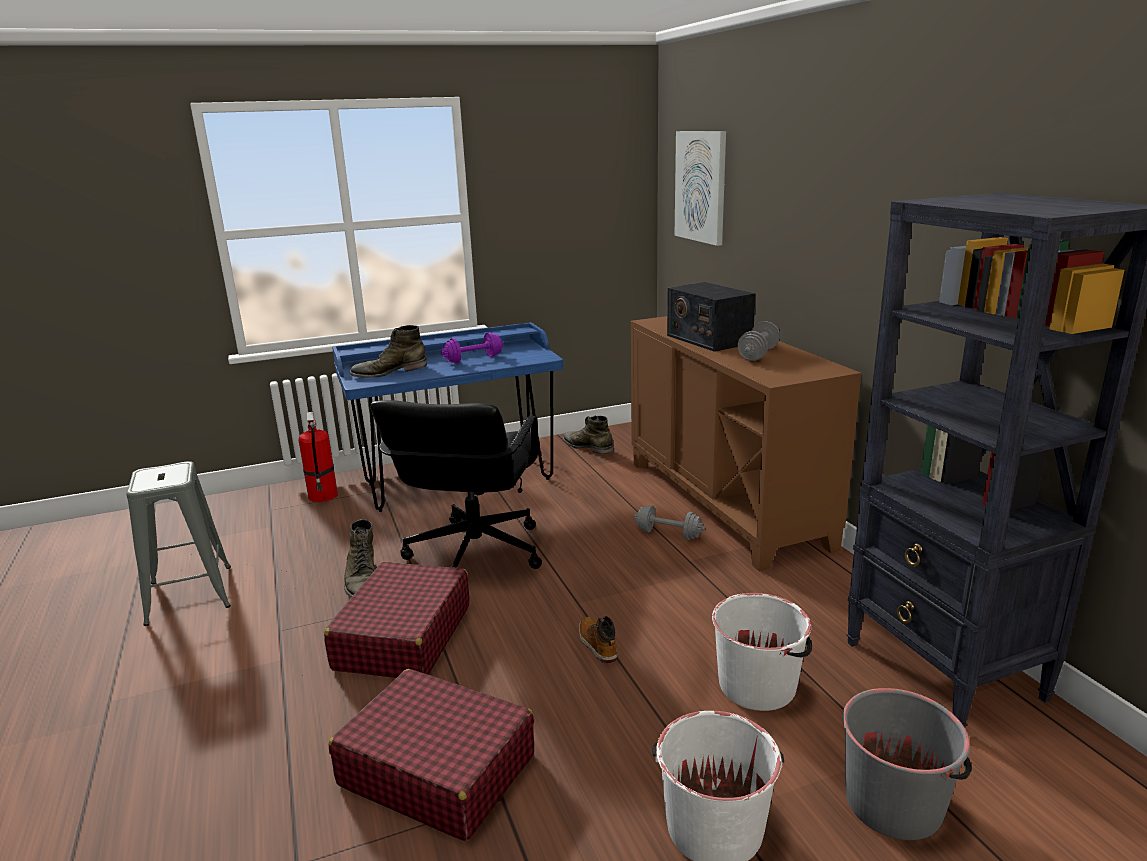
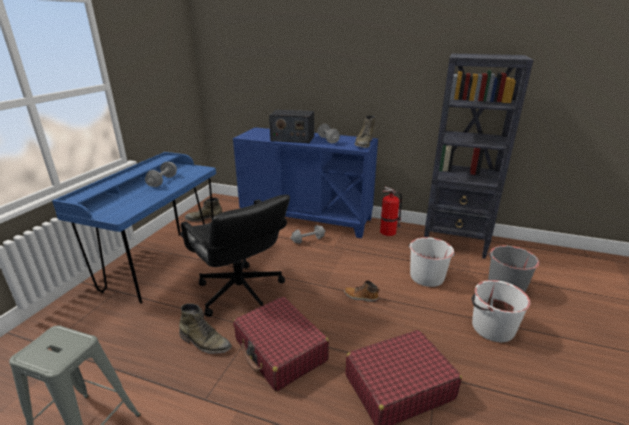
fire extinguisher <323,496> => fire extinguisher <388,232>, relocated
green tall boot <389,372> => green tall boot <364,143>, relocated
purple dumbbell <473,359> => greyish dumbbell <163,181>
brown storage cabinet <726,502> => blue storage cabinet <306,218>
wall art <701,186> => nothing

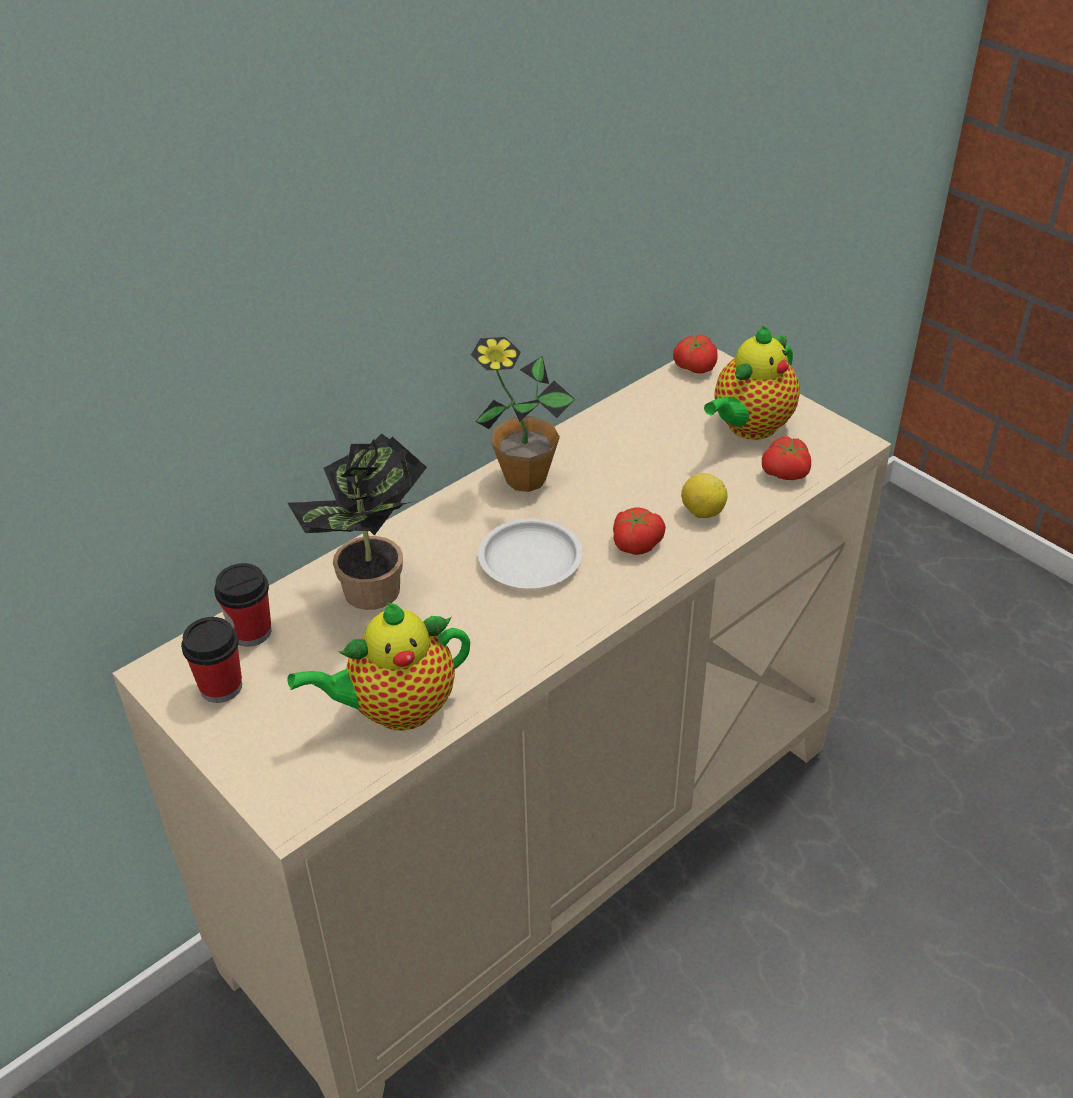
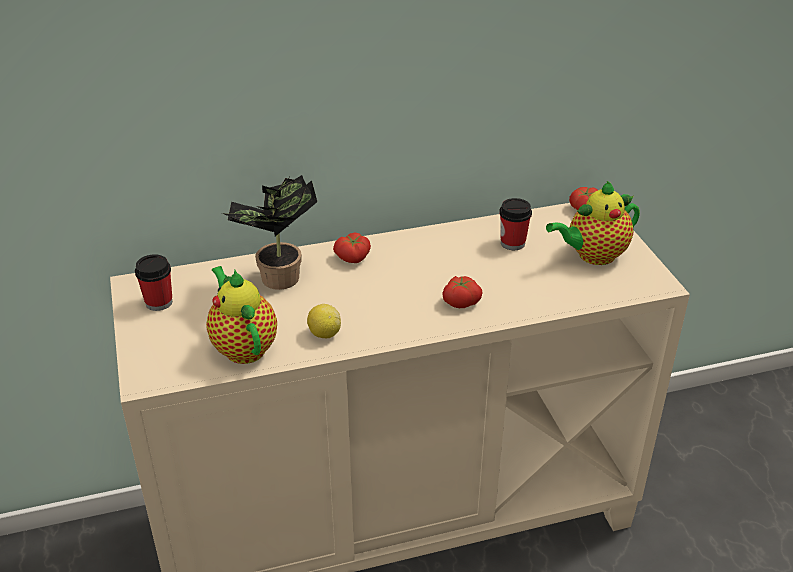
drinking cup <251,632> => drinking cup <512,243>, relocated
teapot <396,709> => teapot <243,346>, 60 degrees clockwise
plant in a pot <525,479> => nothing
whitish dinner plate <531,560> => nothing
citrus fruit <702,512> => citrus fruit <324,334>, relocated
whole tomato <786,473> => whole tomato <353,258>, relocated

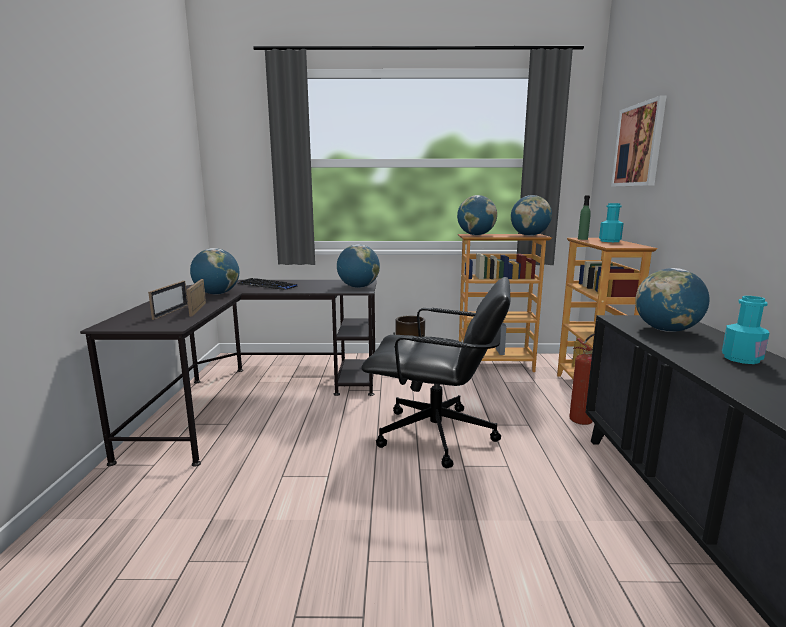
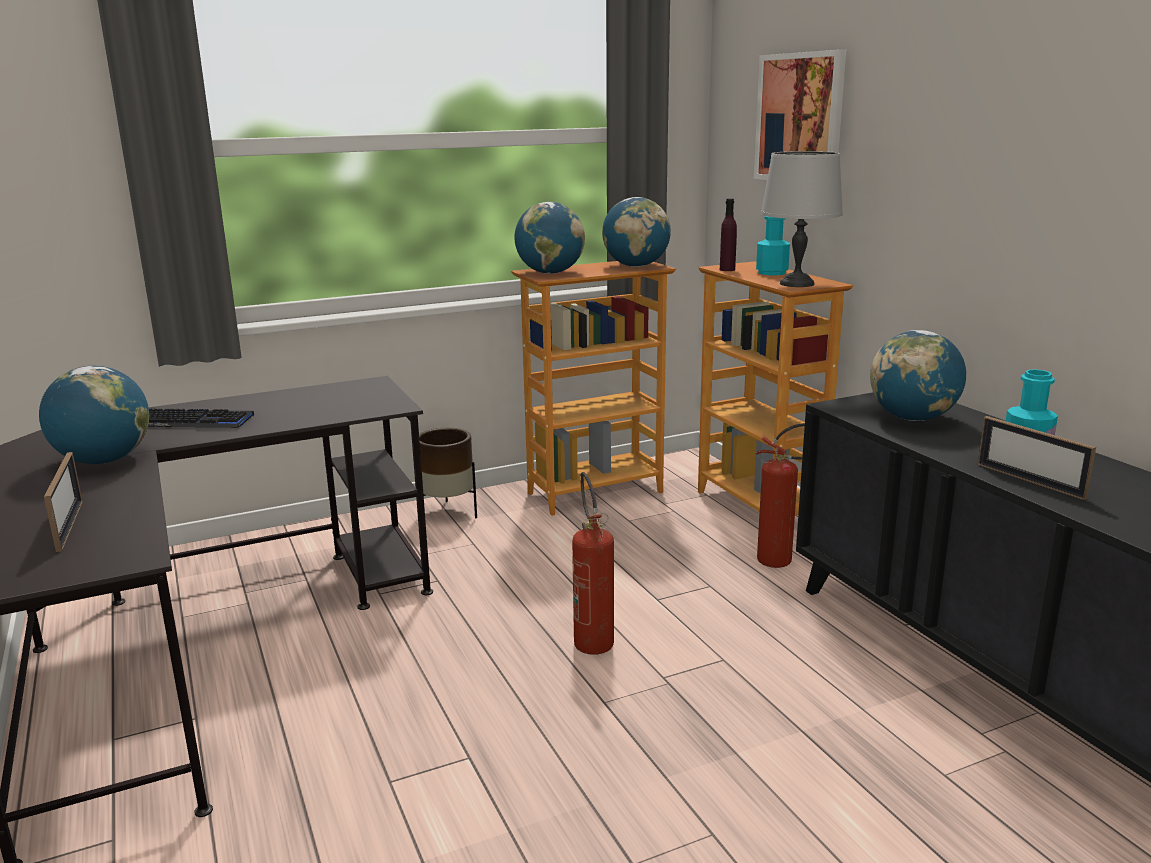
picture frame <198,309> => picture frame <1029,481>, relocated
globe <358,287> => nothing
blackish computer chair <437,435> => fire extinguisher <591,639>
green drink bottle <582,239> => purple drink bottle <727,269>
nothing => greyish table lamp <797,283>

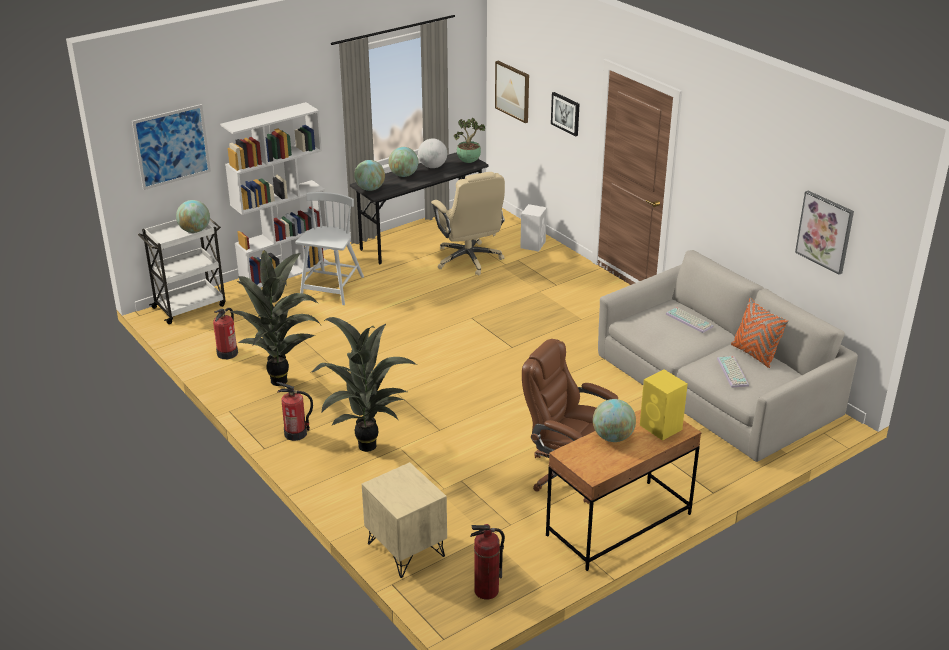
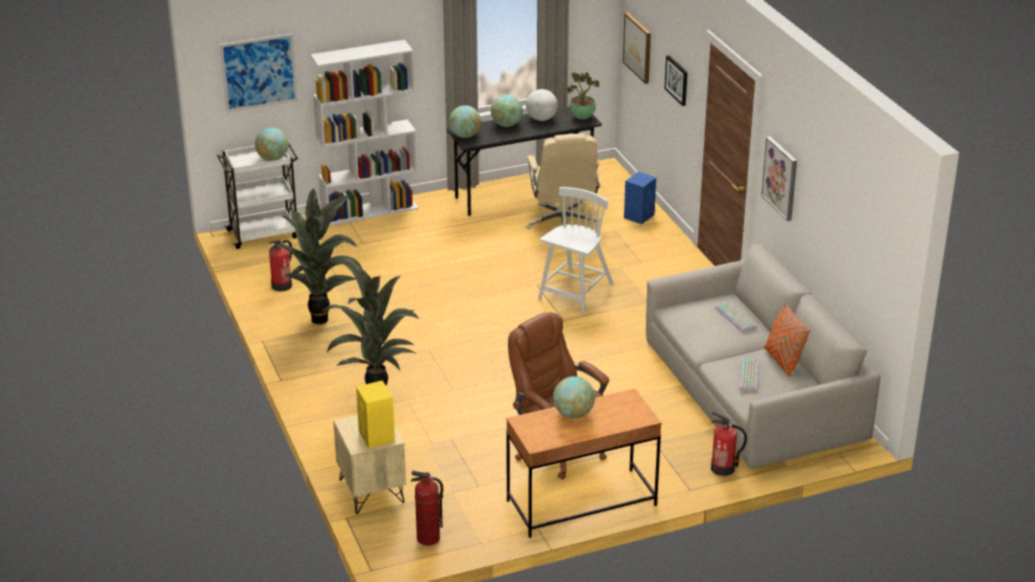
fire extinguisher <296,433> => fire extinguisher <723,468>, relocated
whitish upright chair <332,288> => whitish upright chair <575,293>, relocated
whitish audio speaker <533,244> => blue audio speaker <639,216>
yellow audio speaker <661,428> => yellow audio speaker <377,437>, relocated
wall art <825,231> => wall art <780,178>, relocated

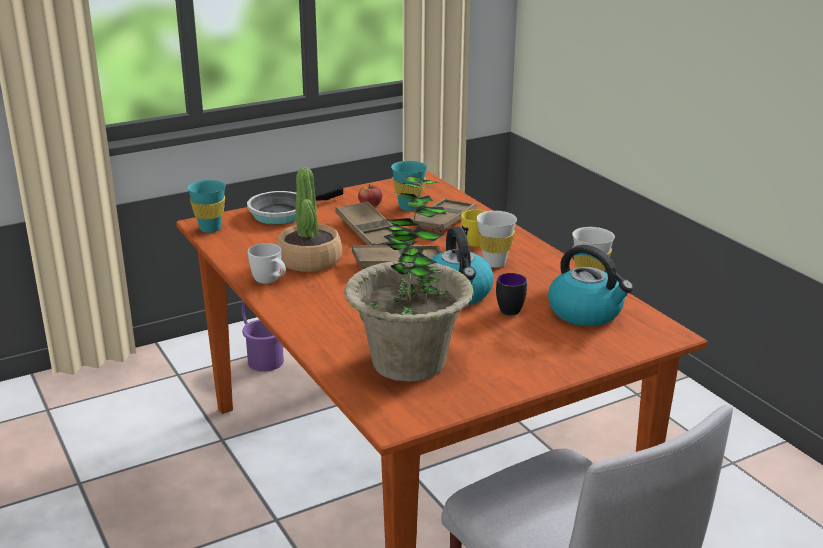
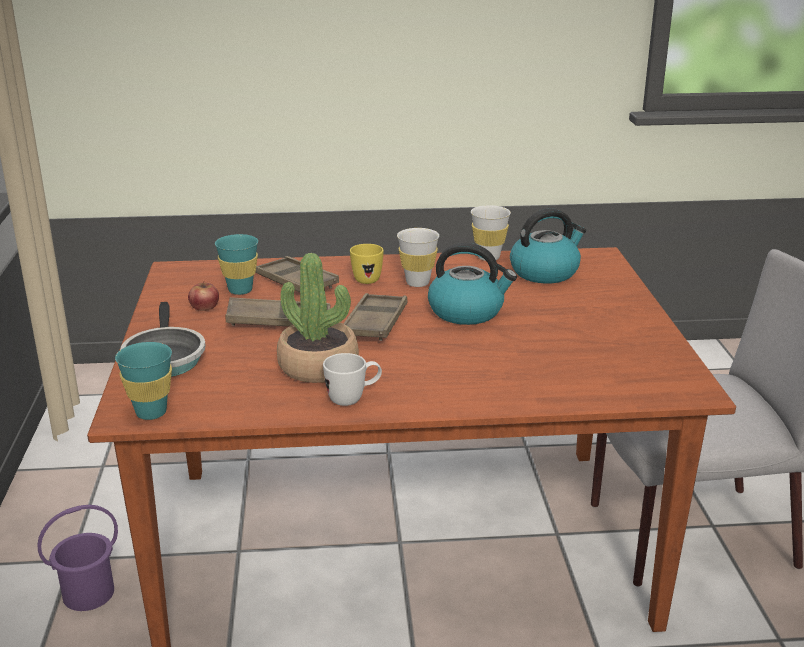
plant in a pot <409,362> => nothing
tea mug <512,308> => nothing

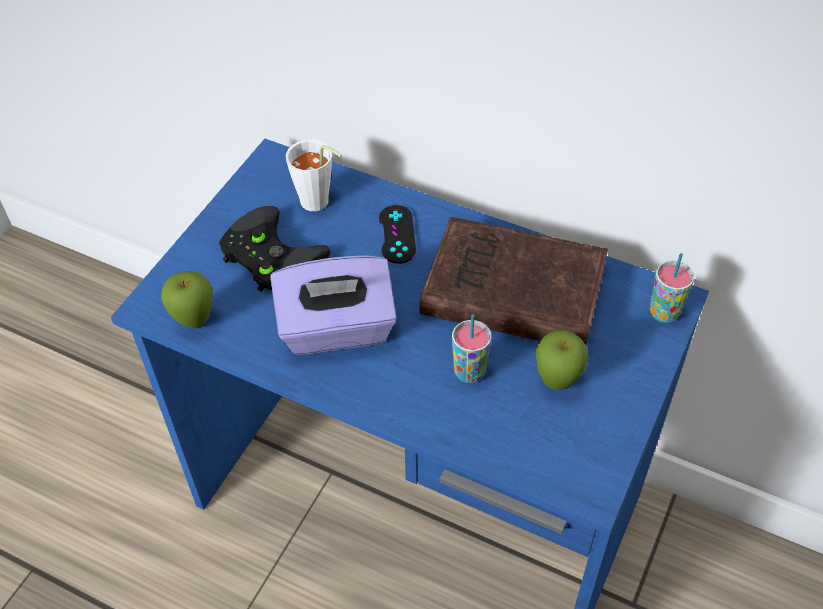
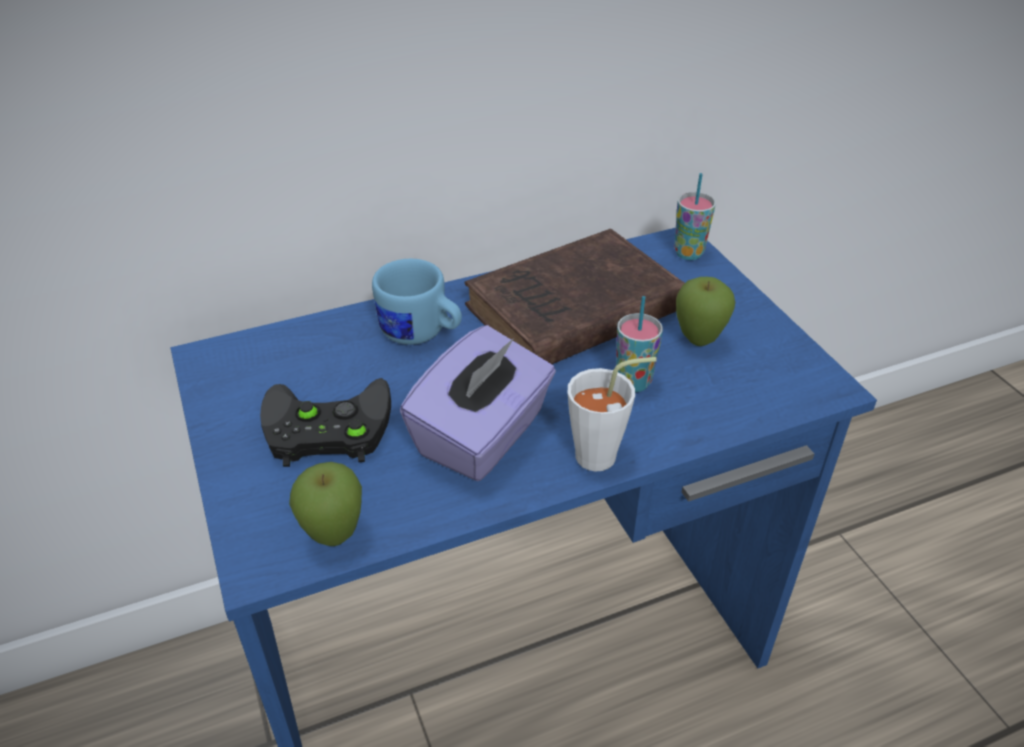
whitish drinking cup <319,204> => whitish drinking cup <605,455>, relocated
blackish gamepad <397,234> => blue tea mug <421,334>

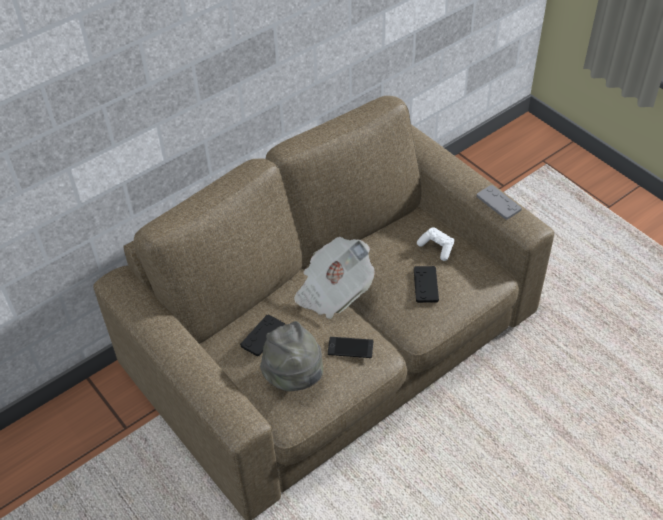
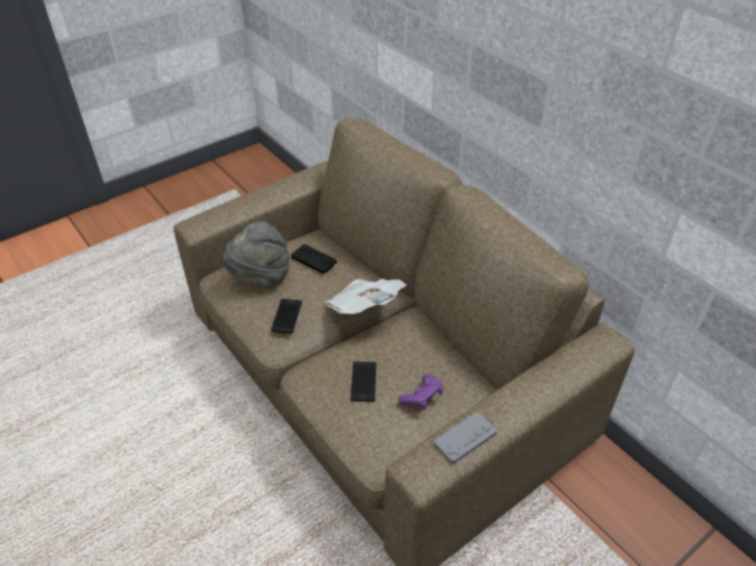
blackish gamepad <425,285> => phone <363,381>
whitish gamepad <437,247> => purple gamepad <422,397>

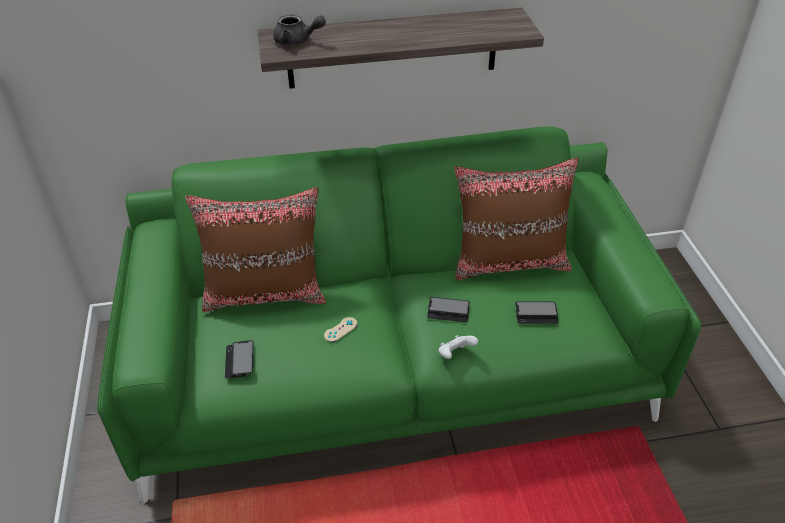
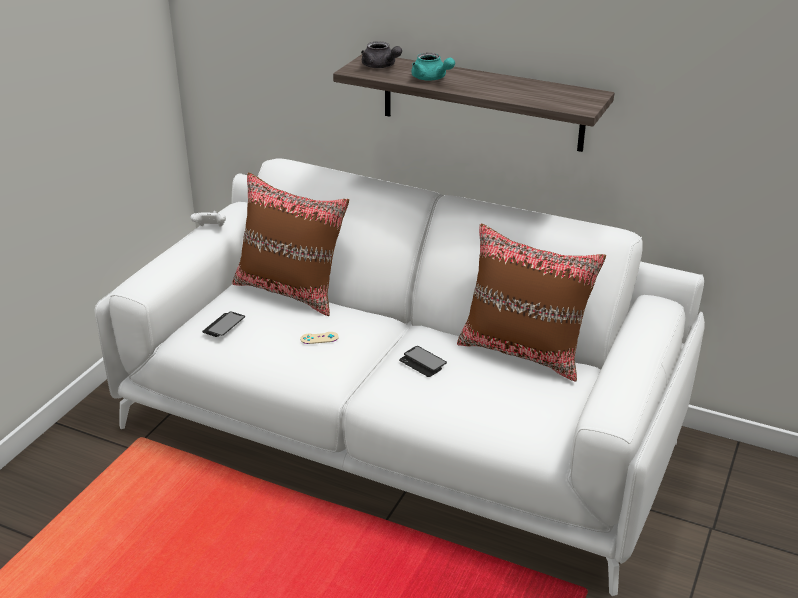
green sofa <393,368> => whitish sofa <399,431>
whitish gamepad <455,354> => whitish gamepad <210,228>, relocated
phone <536,313> => nothing
nothing => turquoise-coloured teapot <431,78>

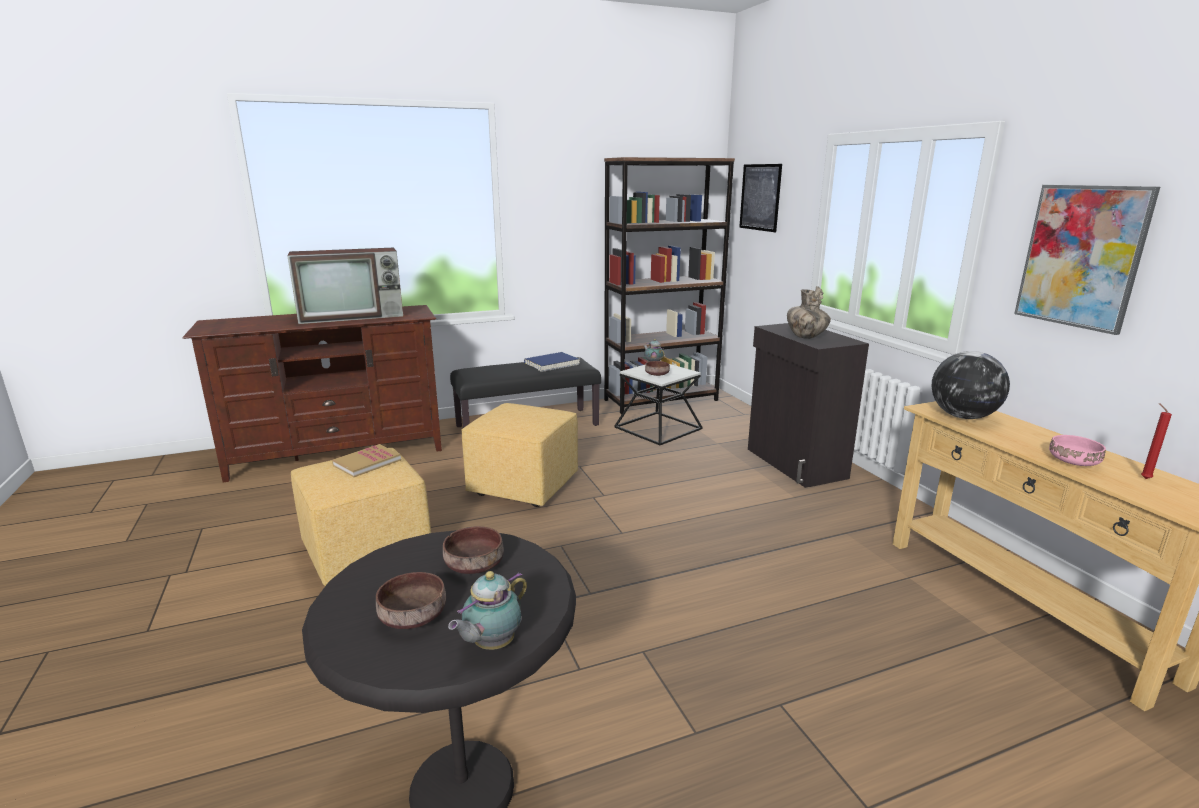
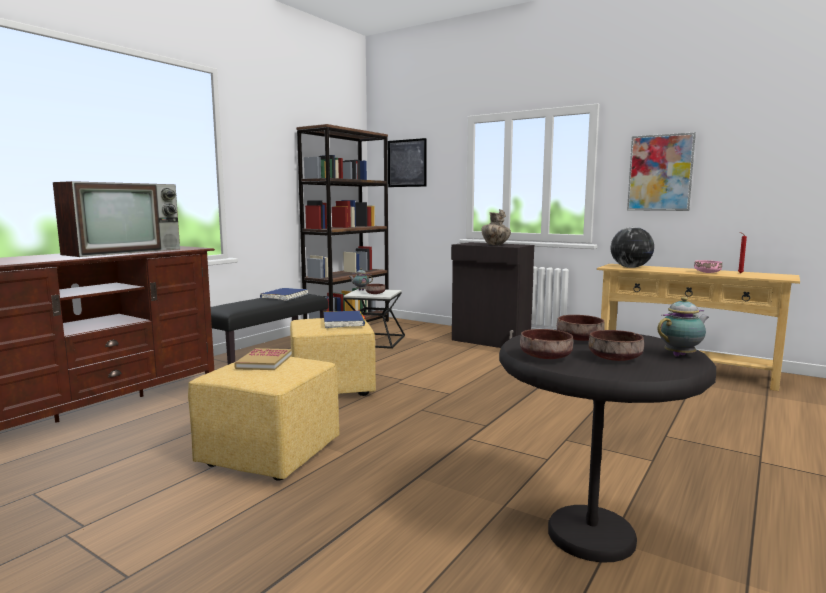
teapot <491,645> => teapot <681,355>, 120 degrees counterclockwise
nothing => blue bound book <343,322>
nothing => brown deep dish <546,357>

